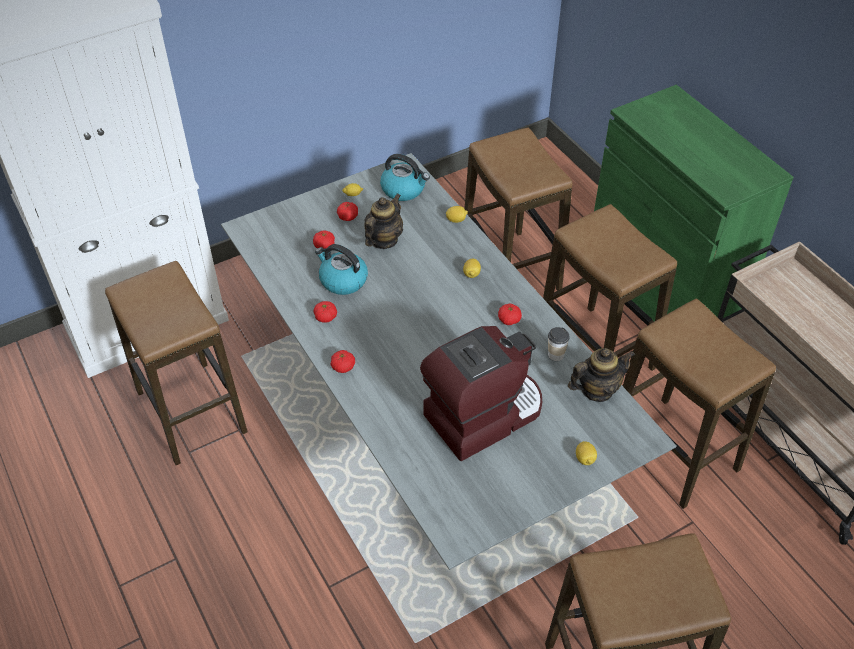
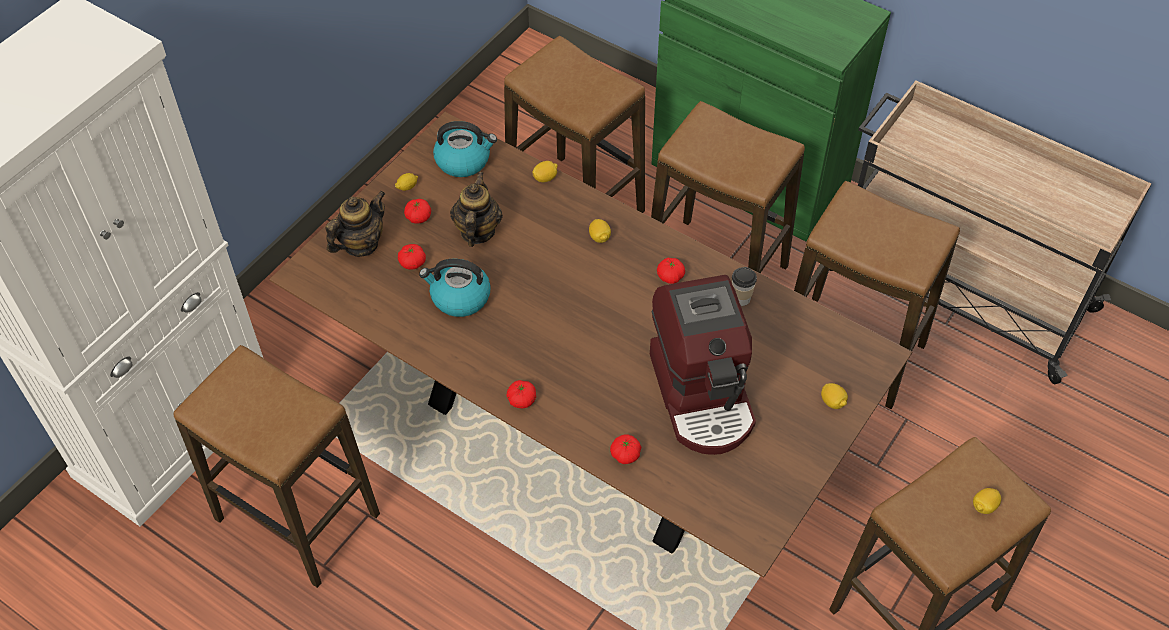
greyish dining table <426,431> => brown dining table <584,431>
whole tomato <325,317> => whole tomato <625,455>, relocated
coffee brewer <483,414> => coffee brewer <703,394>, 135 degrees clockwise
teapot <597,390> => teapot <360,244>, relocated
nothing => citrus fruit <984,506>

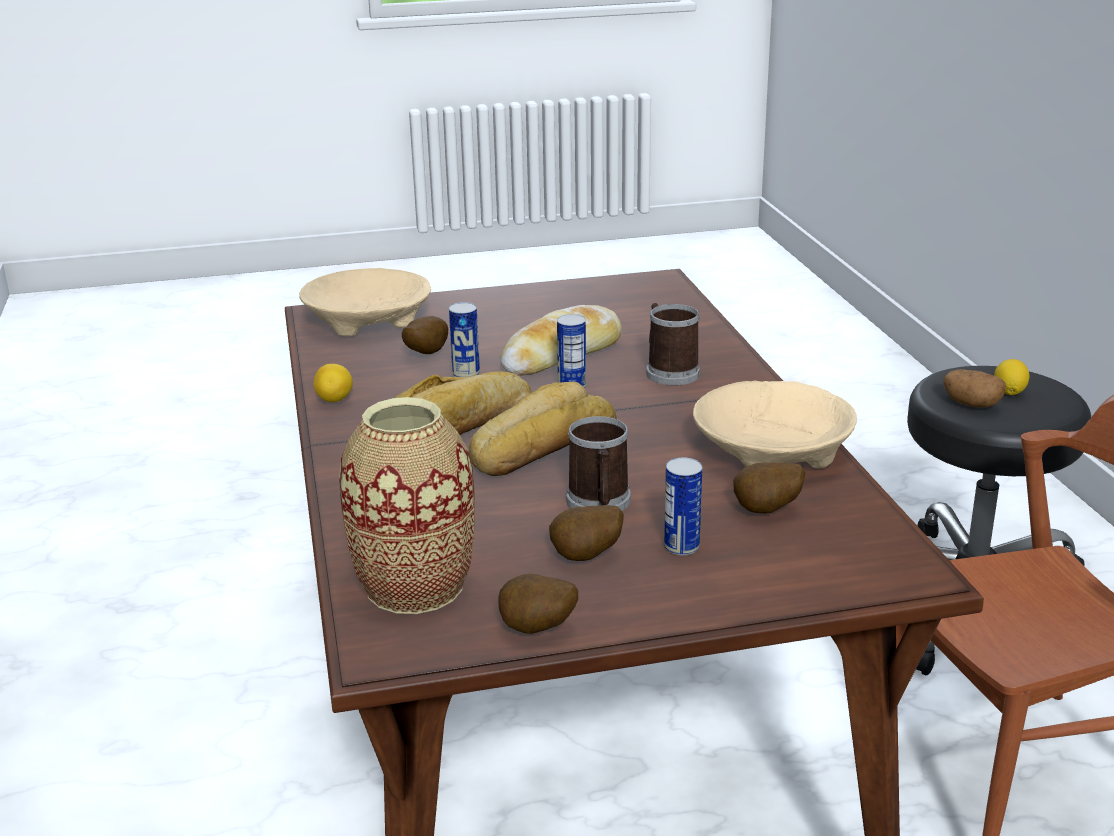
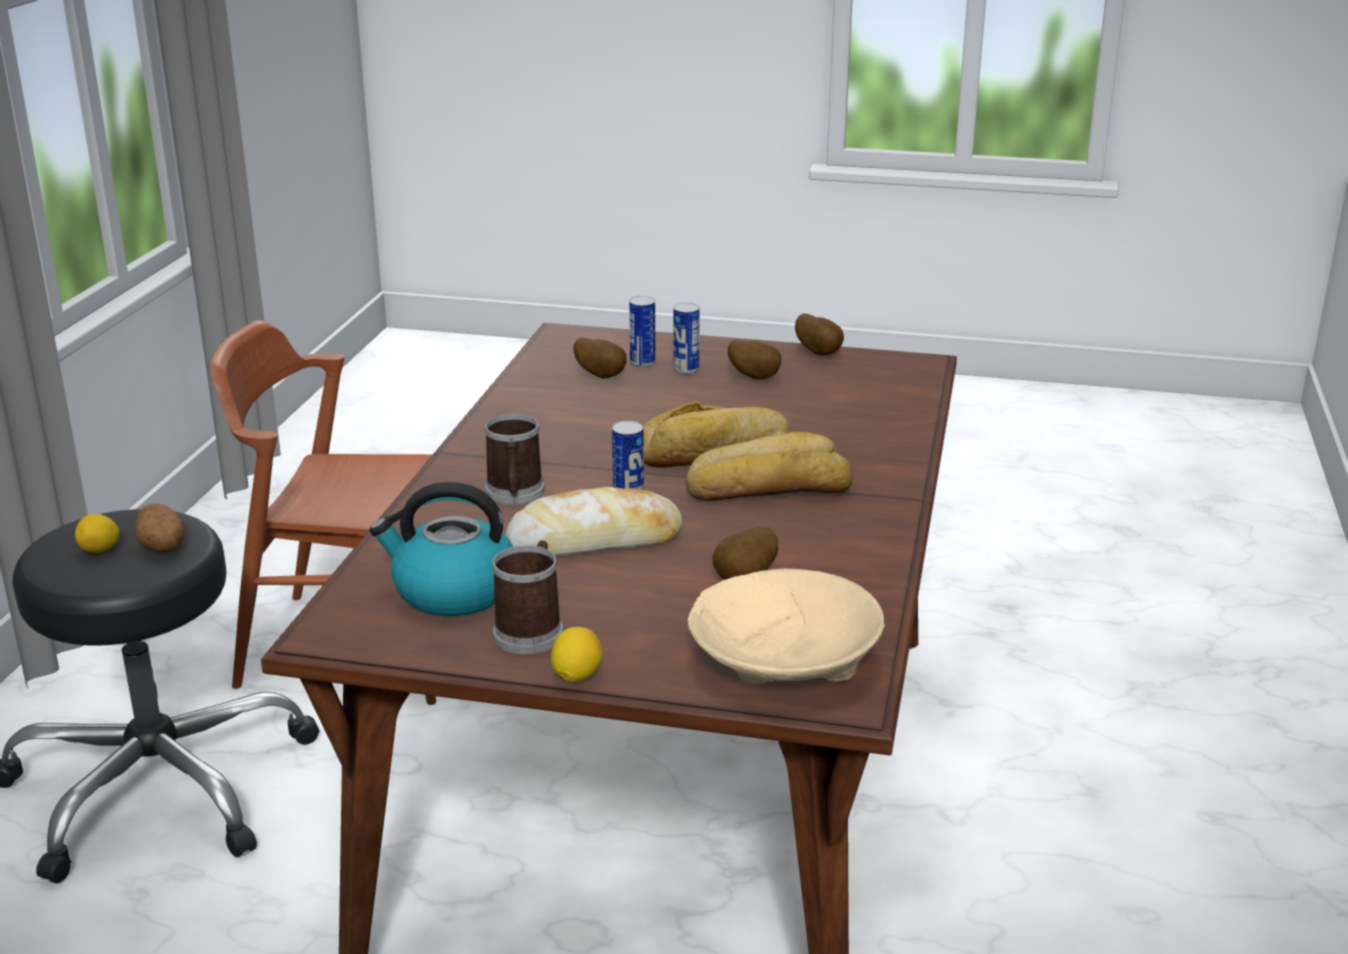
citrus fruit <335,400> => citrus fruit <576,676>, relocated
decorative vase <414,587> => nothing
metal can <466,374> => metal can <642,363>, relocated
tea mug <599,503> => tea mug <531,630>, relocated
sand-coloured deep dish <771,451> => nothing
nothing => tea kettle <453,591>

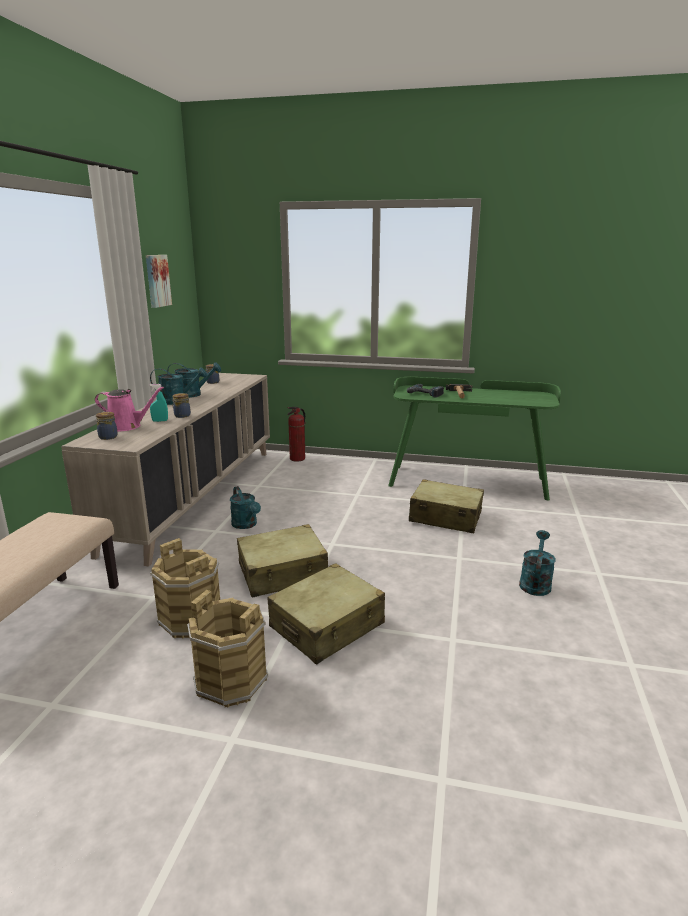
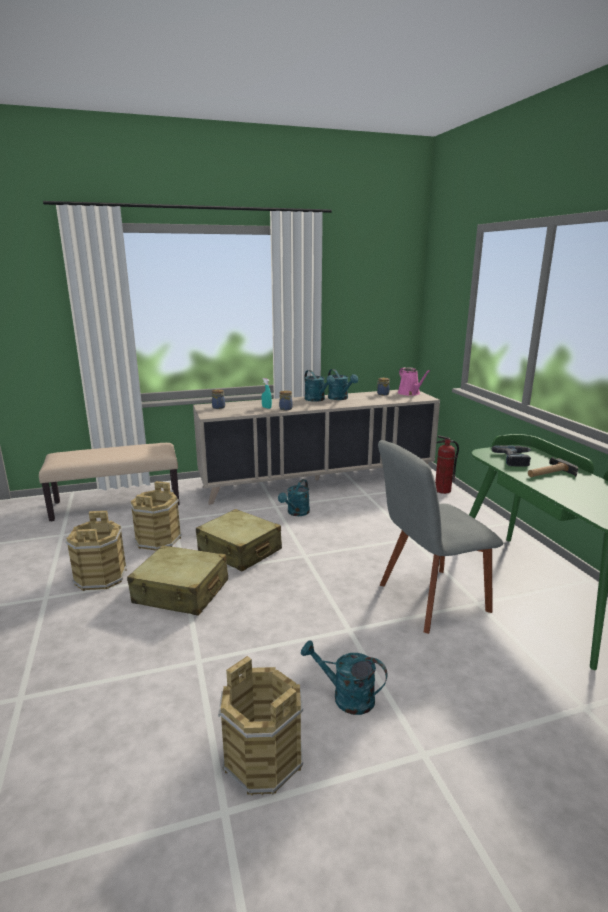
pinkish watering pot <127,426> => pinkish watering pot <410,393>, relocated
wall art <157,280> => nothing
sand-coloured travel case <445,517> => greyish upright chair <428,599>
turquoise-coloured watering pot <535,583> => turquoise-coloured watering pot <346,697>, 150 degrees counterclockwise
nothing => brown water bucket <262,759>

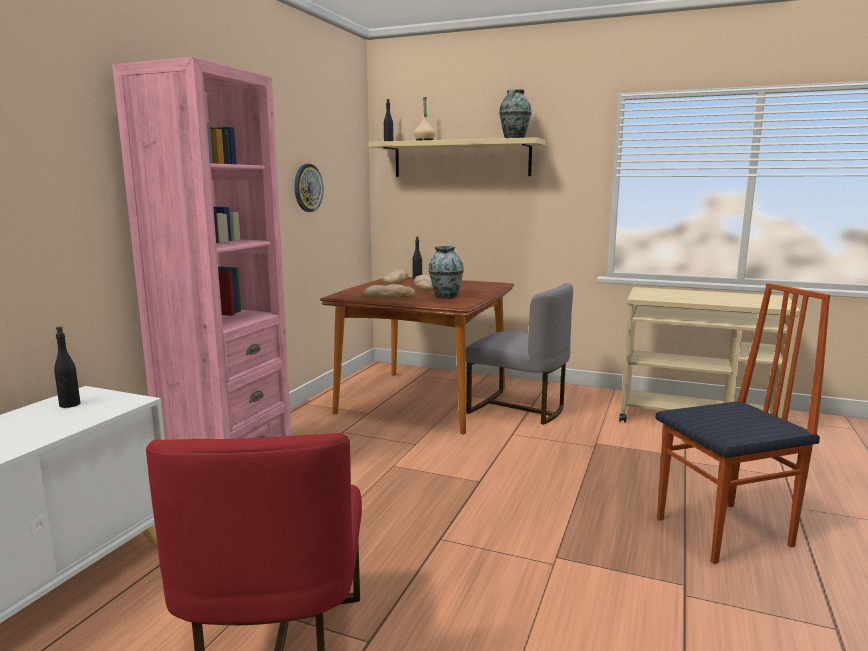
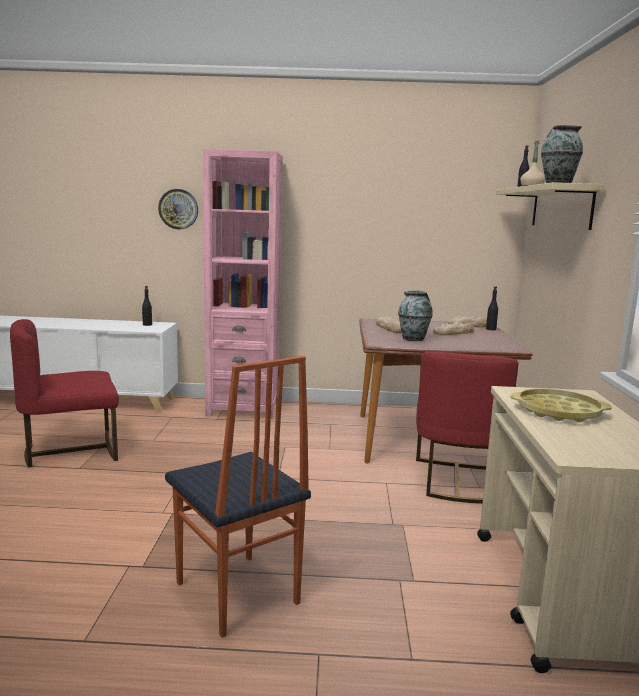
hanging clock <307,188> => hanging clock <178,209>, relocated
greyish upright chair <518,409> => reddish upright chair <455,481>
nothing => yellow tray <558,412>

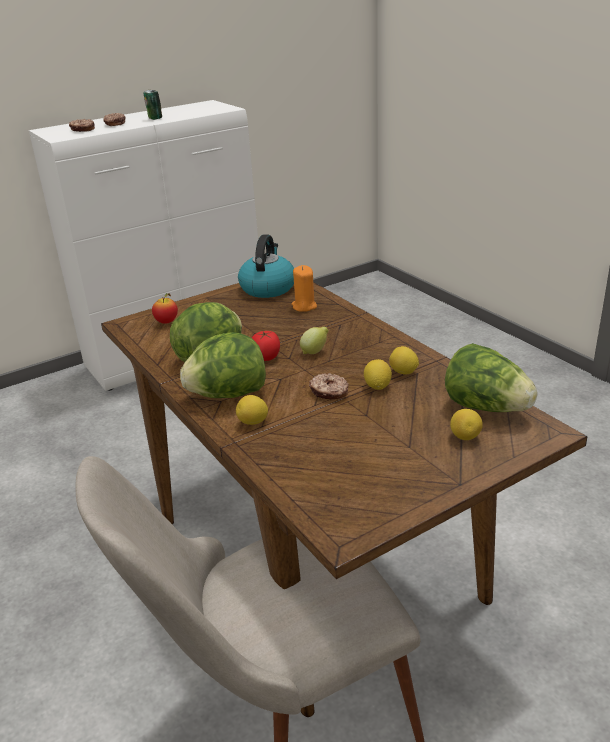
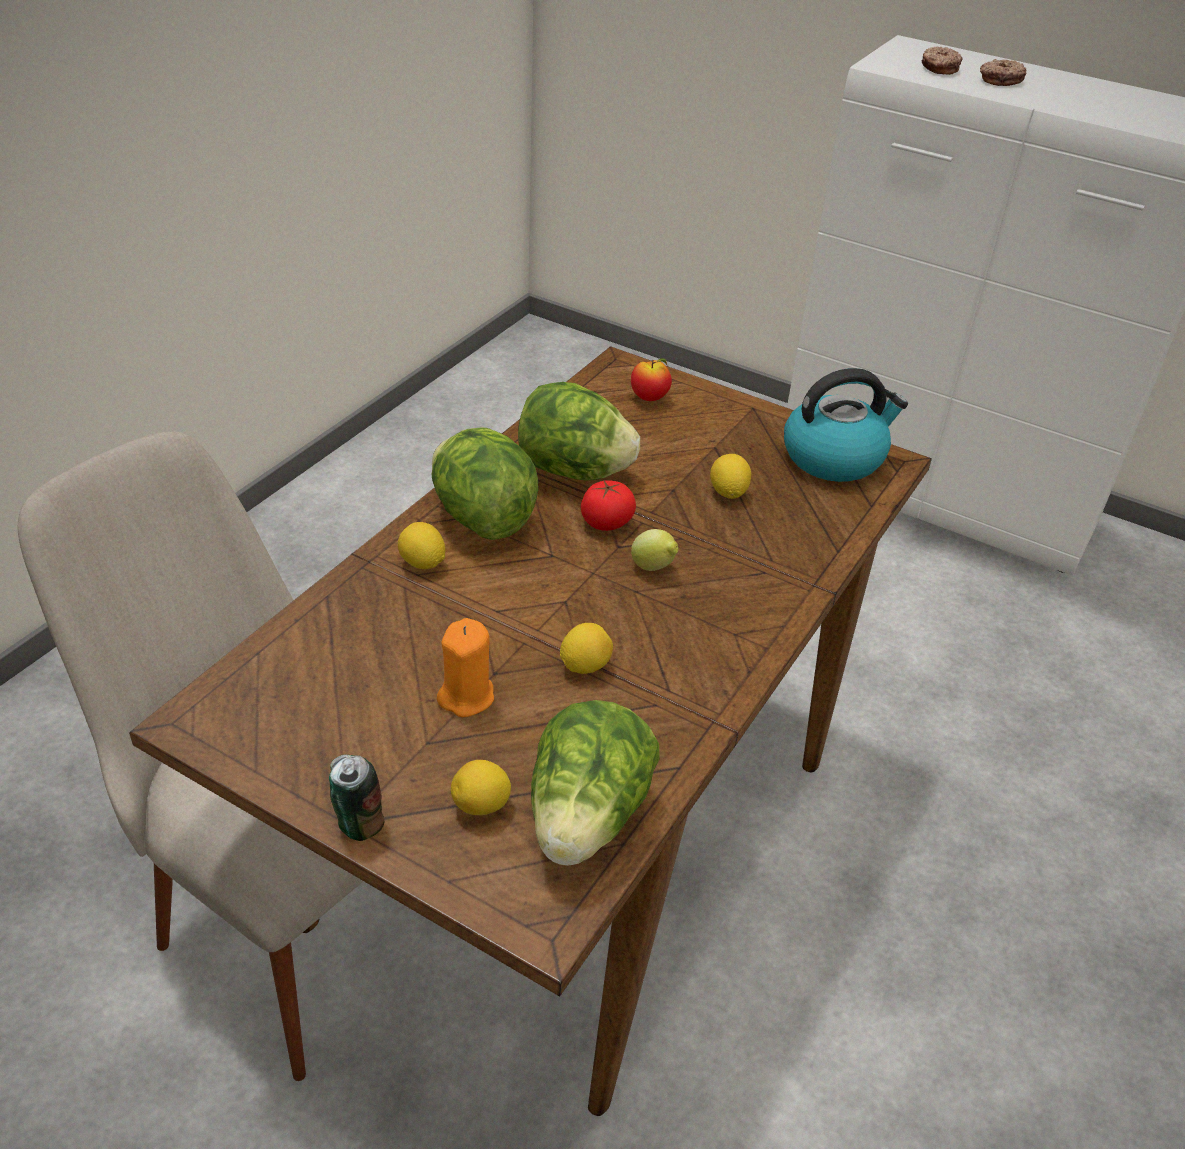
metal can <155,118> => metal can <358,824>, relocated
orange wax light <304,306> => orange wax light <466,696>, relocated
donut <329,392> => nothing
citrus fruit <403,372> => citrus fruit <728,492>, relocated

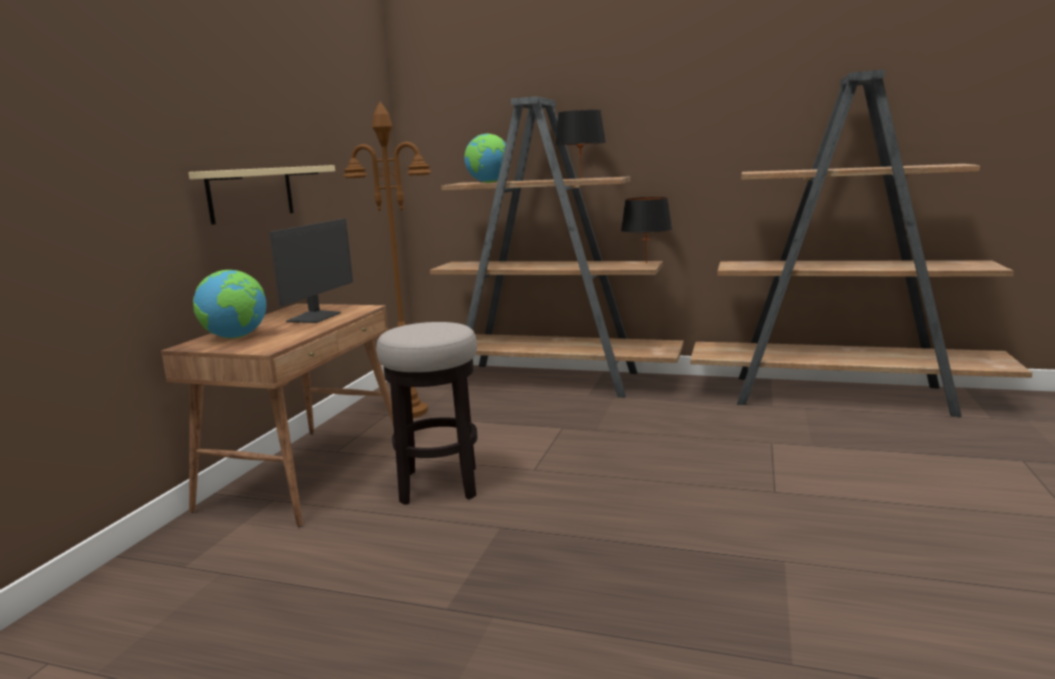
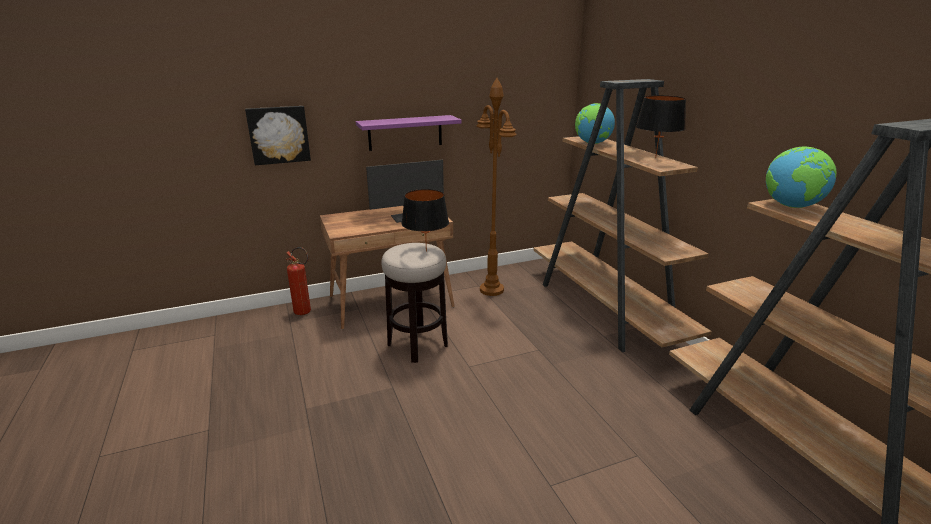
sand-coloured shelf <251,193> => purple shelf <405,132>
globe <236,337> => globe <792,206>, relocated
blackish table lamp <646,262> => blackish table lamp <426,251>, relocated
nothing => wall art <278,135>
nothing => fire extinguisher <305,312>

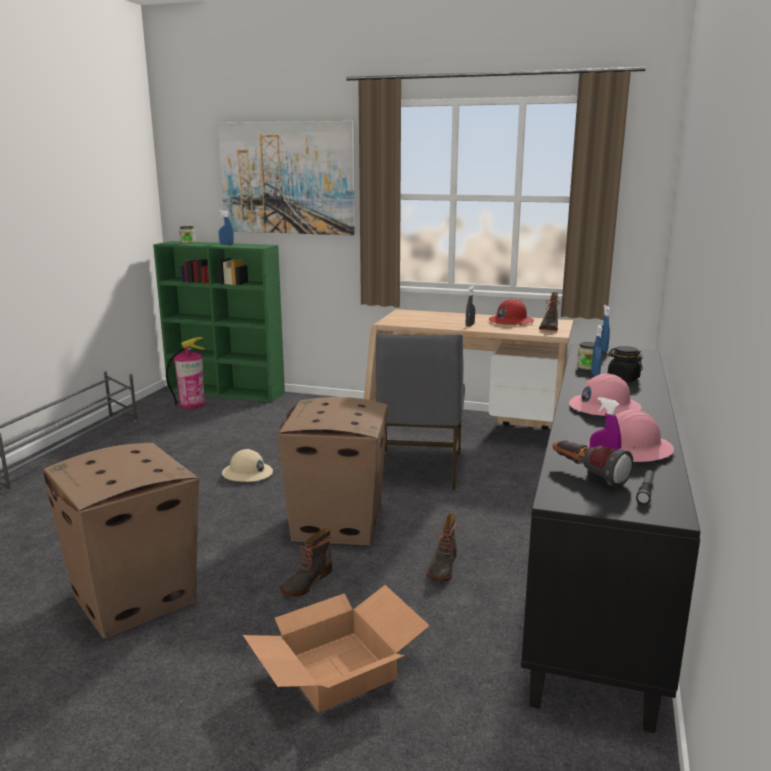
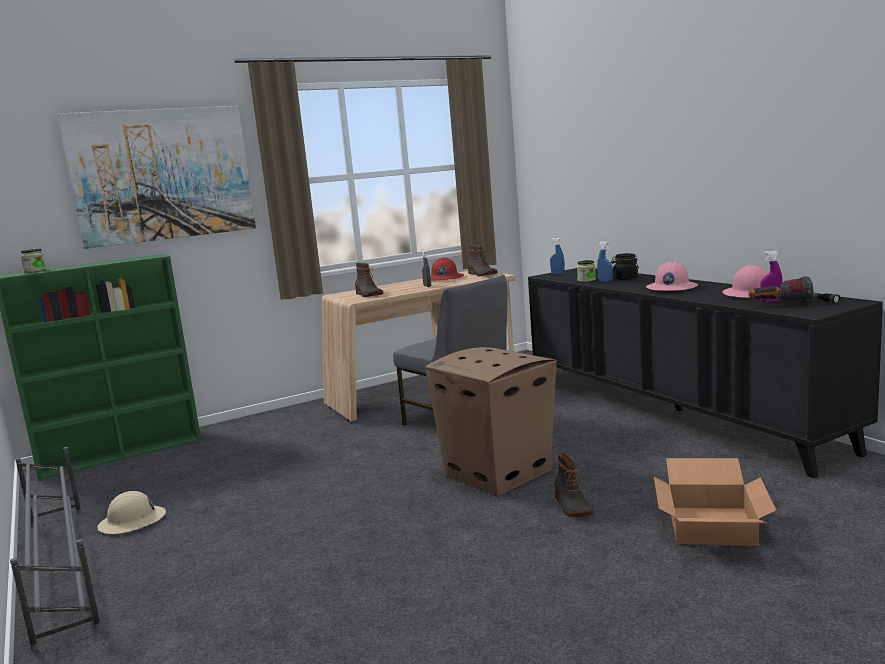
carton <135,598> => nothing
fire extinguisher <192,404> => nothing
blue spray bottle <226,244> => nothing
sand-coloured hard hat <247,474> => sand-coloured hard hat <132,521>, relocated
tall boot <442,567> => tall boot <368,295>, relocated

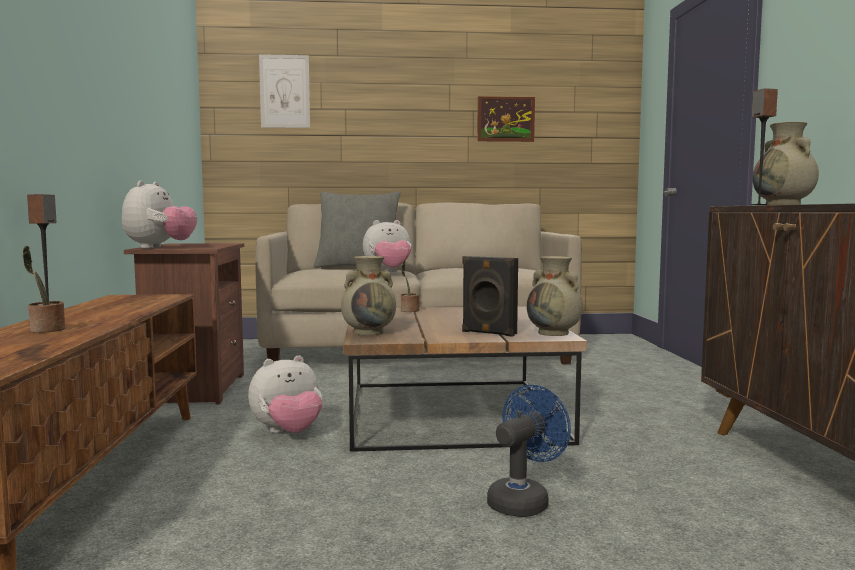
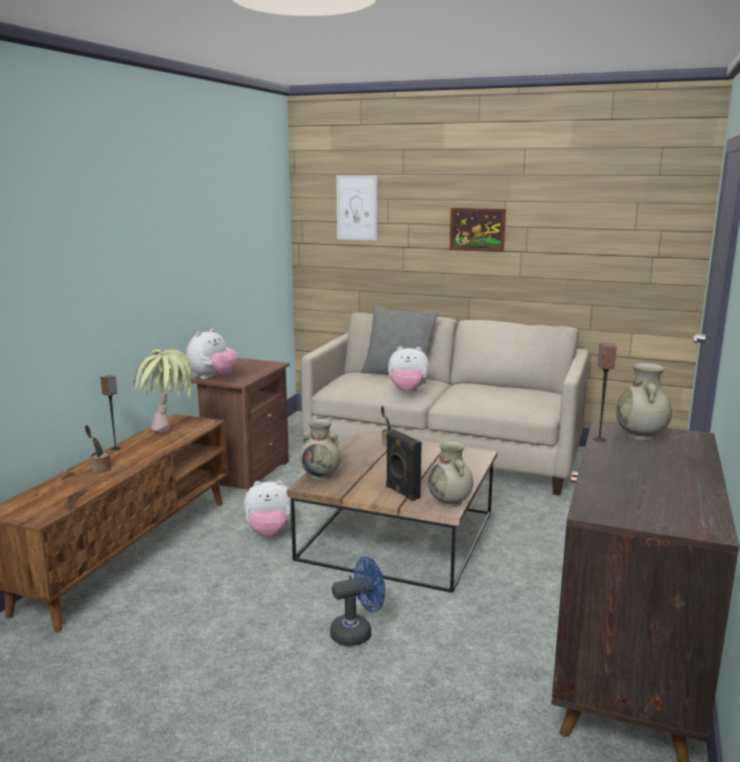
wall art <505,119> => wall art <477,229>, relocated
nothing => plant in a pot <169,437>

